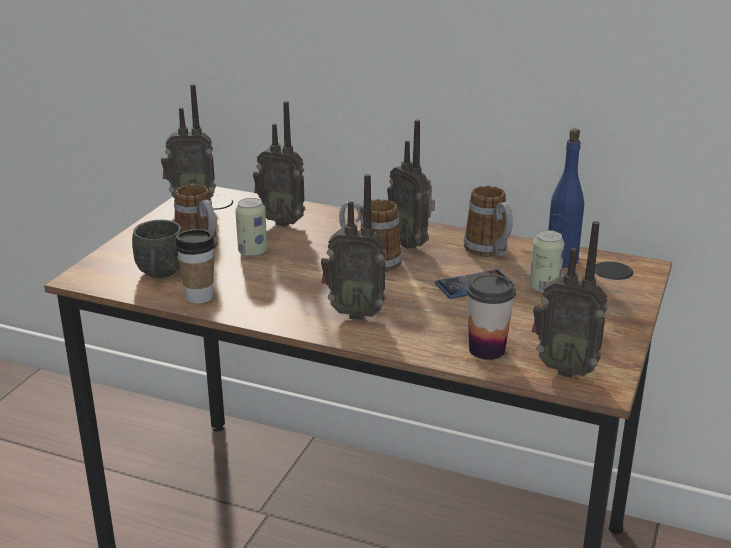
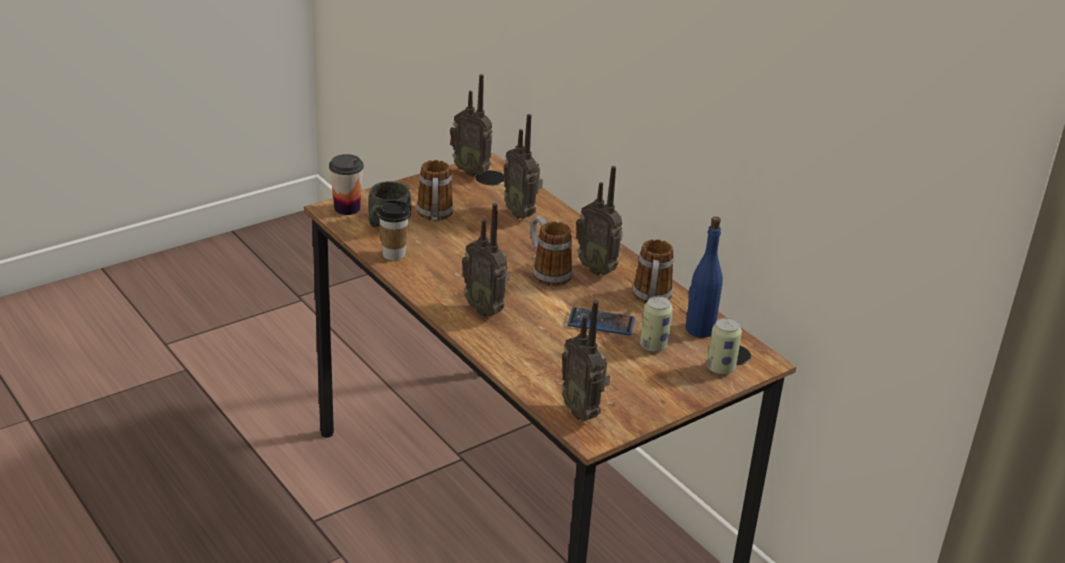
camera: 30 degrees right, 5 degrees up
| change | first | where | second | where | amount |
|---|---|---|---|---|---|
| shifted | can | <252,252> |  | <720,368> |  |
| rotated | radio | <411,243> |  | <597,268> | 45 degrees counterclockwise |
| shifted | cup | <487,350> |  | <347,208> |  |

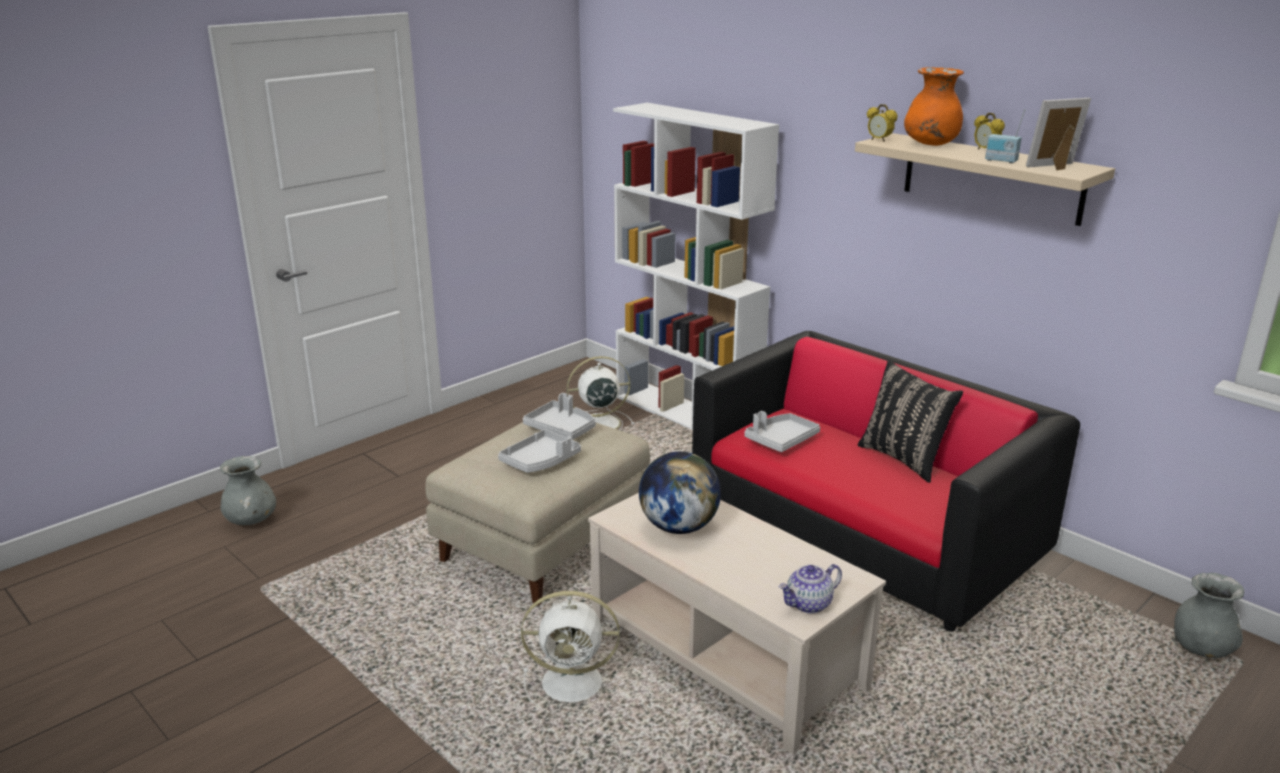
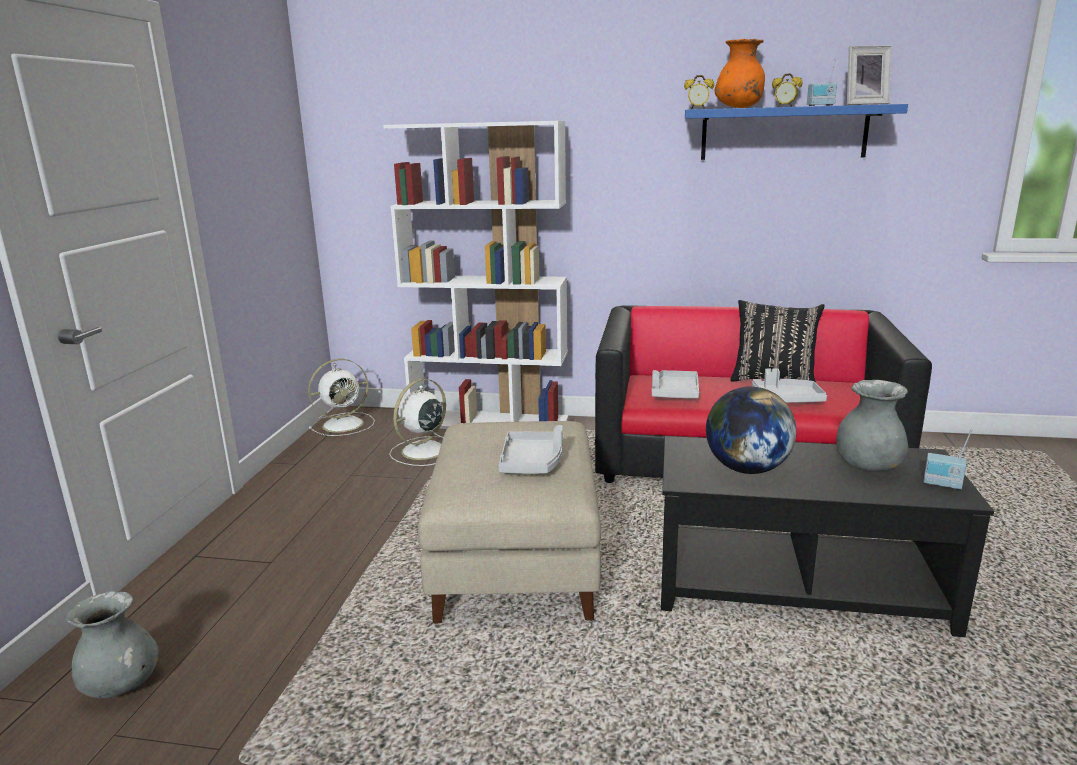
camera: 35 degrees left, 5 degrees down
| change | first | where | second | where | amount |
|---|---|---|---|---|---|
| shifted | white fan | <575,683> |  | <345,424> |  |
| shifted | grey tray | <561,429> |  | <786,399> |  |
| repainted | beige coffee table | <725,655> | black coffee table | <798,586> |  |
| swapped | teapot | <809,604> | radio | <942,485> |  |
| repainted | beige shelf | <992,178> | blue shelf | <783,133> |  |
| rotated | picture frame | <1055,167> |  | <863,104> | 135 degrees counterclockwise |
| shifted | grey vase | <1200,649> |  | <868,466> |  |

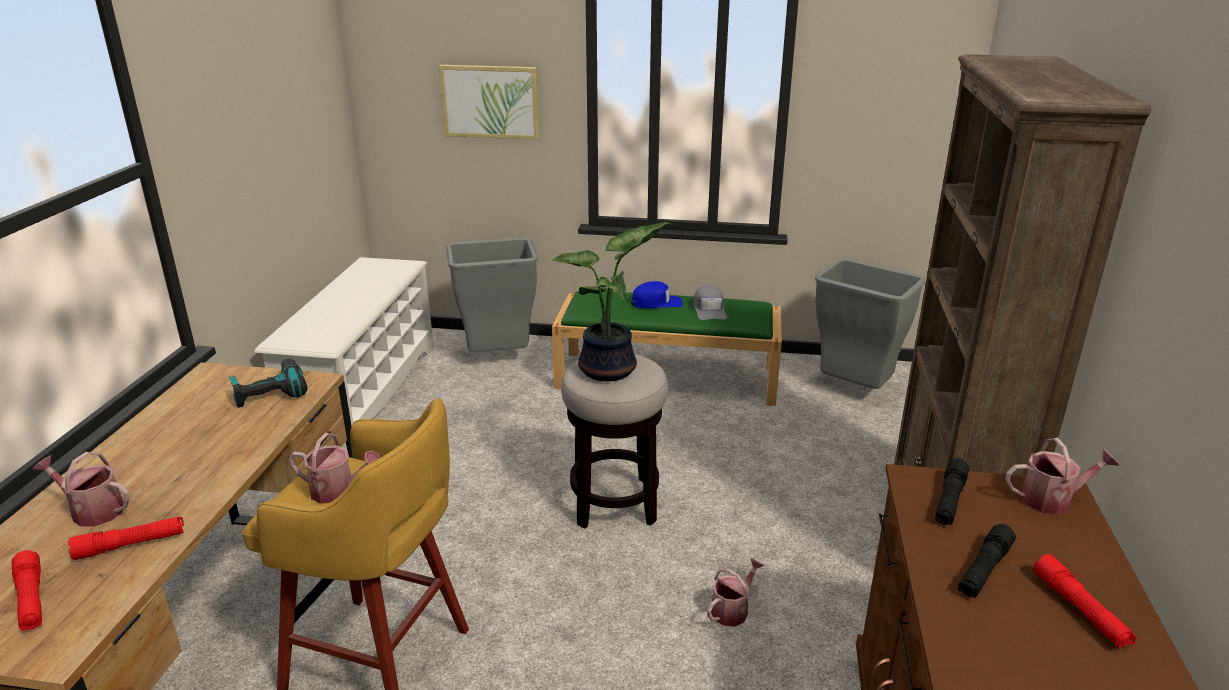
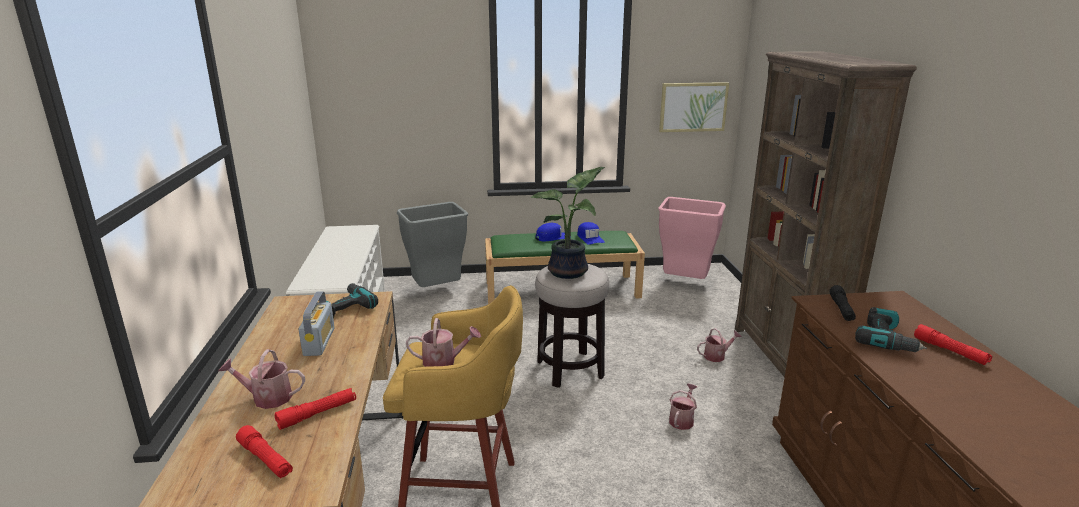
camera: 15 degrees left, 5 degrees down
| change | first | where | second | where | amount |
|---|---|---|---|---|---|
| shifted | picture | <490,101> |  | <693,107> |  |
| repainted | grey cap | <709,309> | blue cap | <590,238> |  |
| repainted | grey trash can | <855,390> | pink trash can | <685,283> |  |
| swapped | black flashlight | <984,570> | power drill | <887,340> |  |
| shifted | watering can | <1052,499> |  | <717,356> |  |
| new |  |  | radio | <319,342> |  |

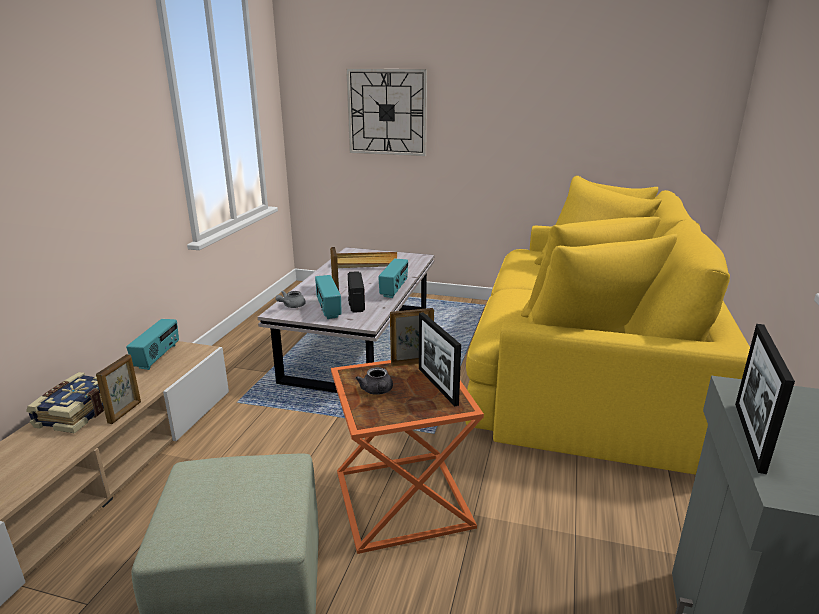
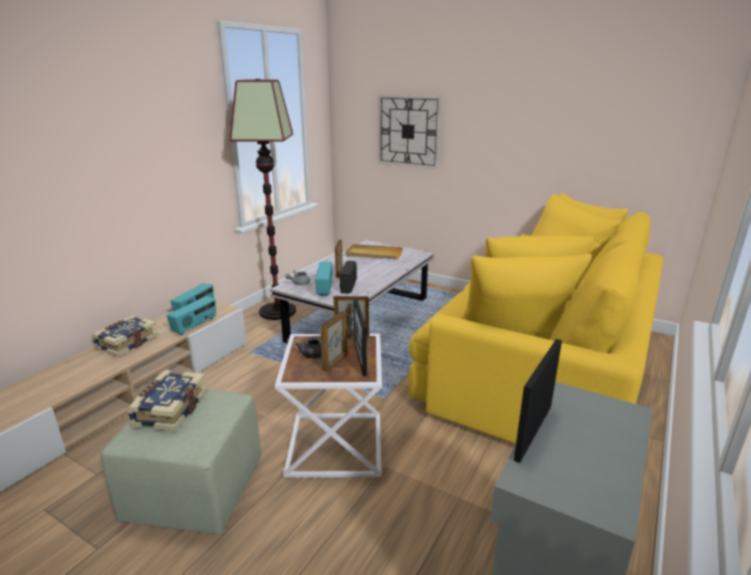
camera: 15 degrees right, 0 degrees up
| change | first | where | second | where | amount |
|---|---|---|---|---|---|
| shifted | picture frame | <125,412> |  | <335,362> |  |
| repainted | orange side table | <405,501> | white side table | <337,446> |  |
| shifted | radio | <394,289> |  | <195,326> |  |
| new |  |  | book | <169,410> |  |
| new |  |  | floor lamp | <278,311> |  |

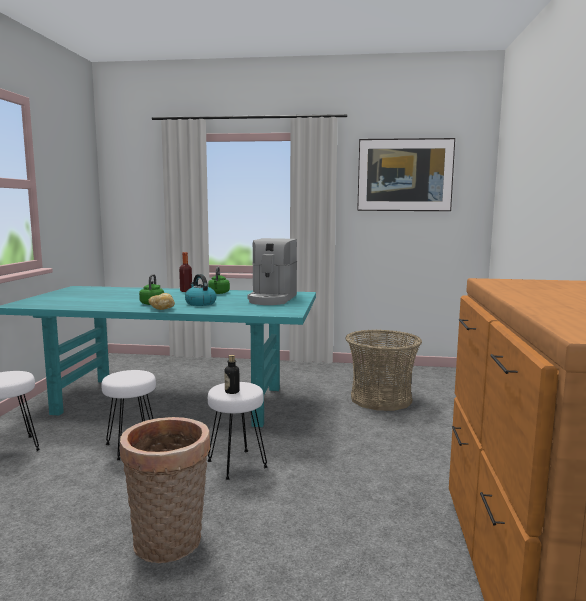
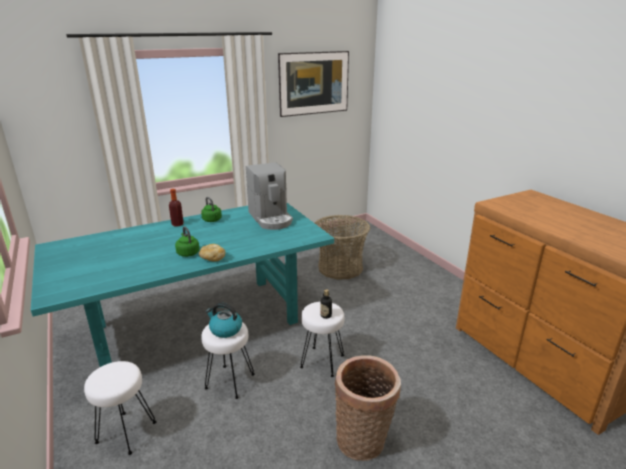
camera: 35 degrees left, 15 degrees up
| change | first | where | second | where | amount |
|---|---|---|---|---|---|
| shifted | kettle | <200,303> |  | <225,329> |  |

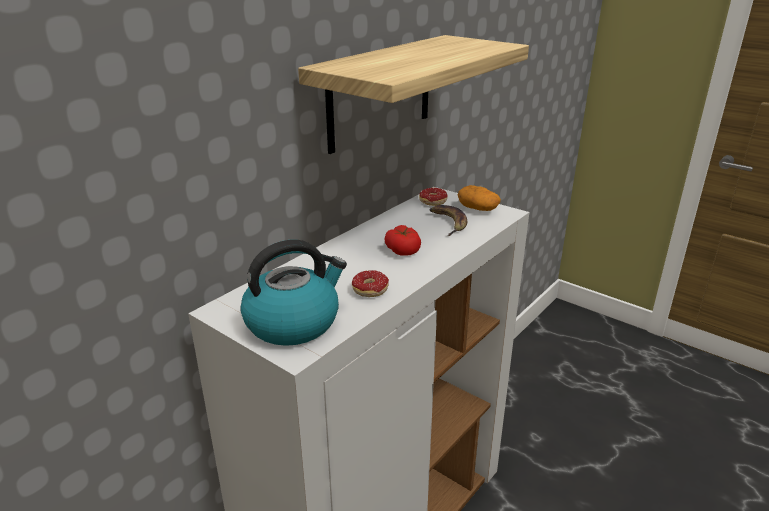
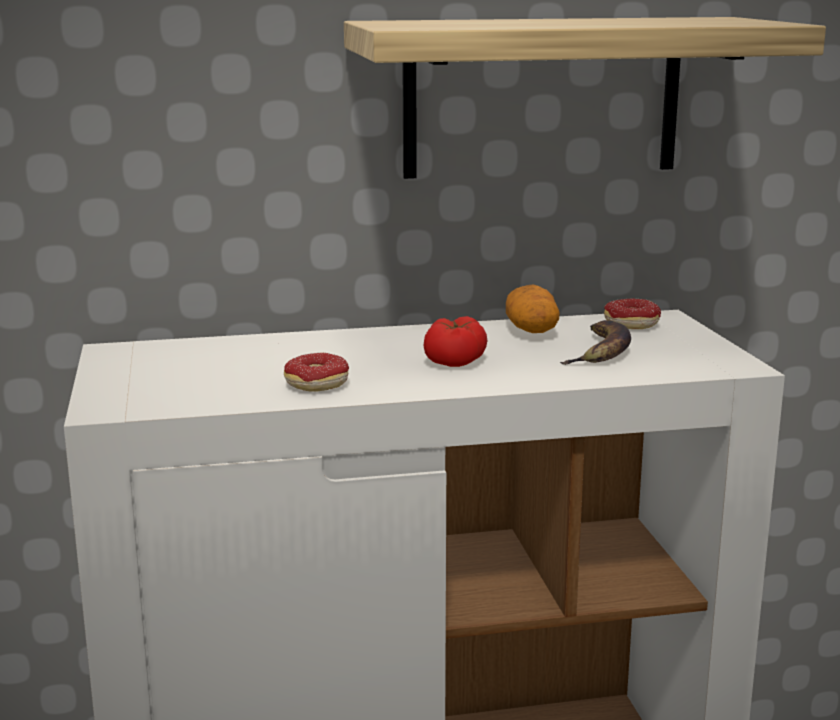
camera: 40 degrees right, 10 degrees down
| change | first | where | second | where | amount |
|---|---|---|---|---|---|
| gone | kettle | <293,322> |  |  |  |
| shifted | potato | <477,209> |  | <530,330> |  |

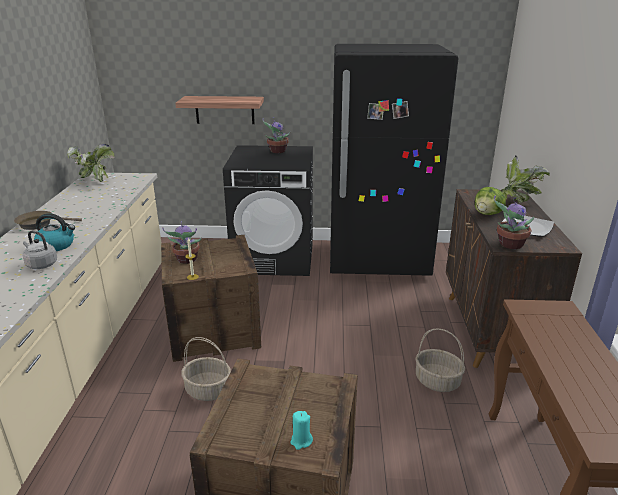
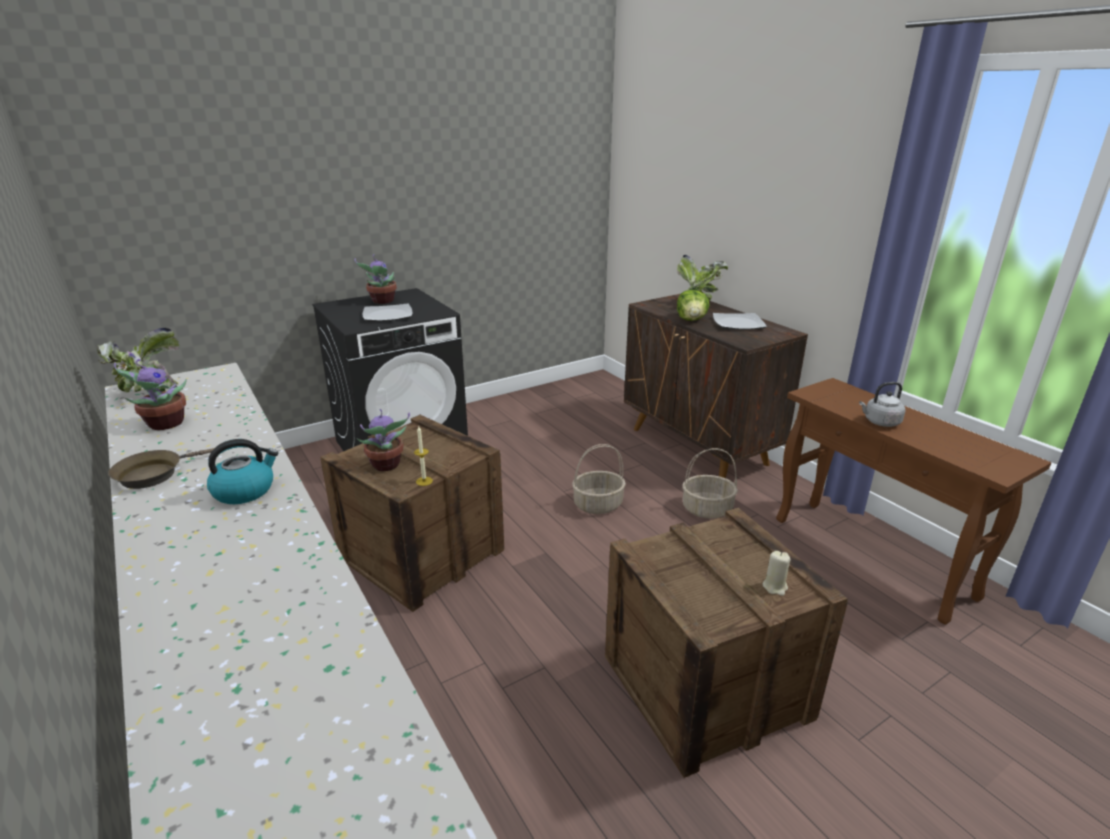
camera: 35 degrees left, 0 degrees up
| change | first | where | second | where | amount |
|---|---|---|---|---|---|
| shifted | grey kettle | <41,264> |  | <880,422> |  |
| gone | shelf | <224,110> |  |  |  |
| shifted | basket | <208,390> |  | <598,504> |  |
| repainted | turquoise candle | <301,441> | beige candle | <775,587> |  |
| gone | black fridge | <378,260> |  |  |  |
| shifted | potted plant | <509,245> |  | <164,424> |  |
| new |  |  | plate | <387,315> |  |

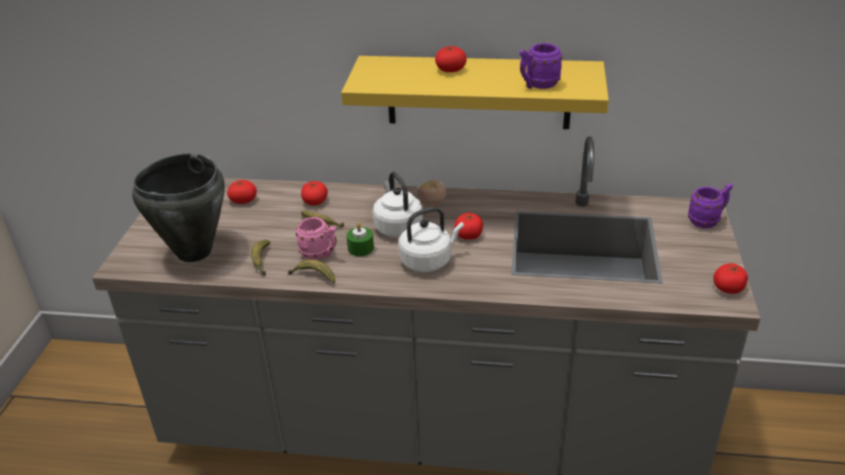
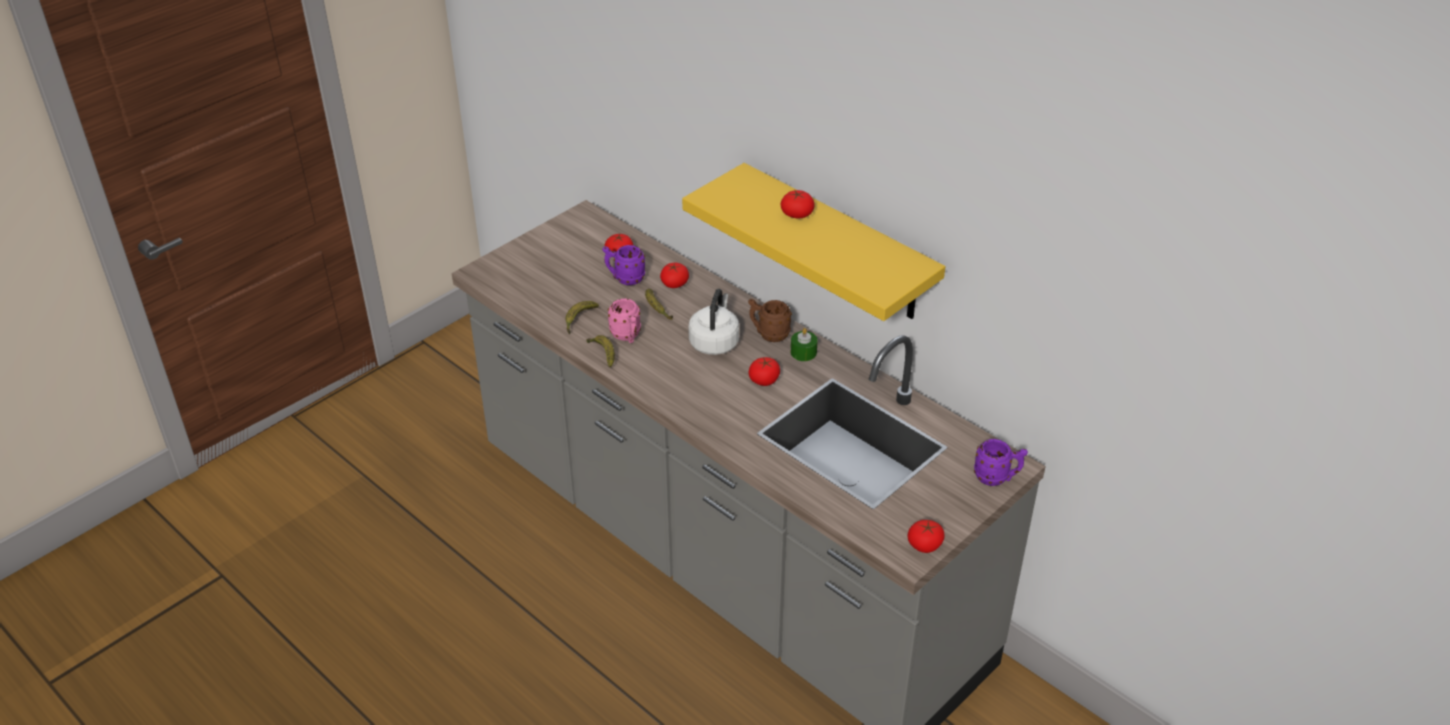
camera: 35 degrees right, 5 degrees up
| change | first | where | second | where | amount |
|---|---|---|---|---|---|
| gone | black cooking pot | <193,252> |  |  |  |
| shifted | green candle | <360,248> |  | <803,352> |  |
| gone | white kettle | <428,261> |  |  |  |
| swapped | tomato | <432,203> | brown mug | <768,334> |  |
| shifted | purple mug | <537,85> |  | <625,278> |  |

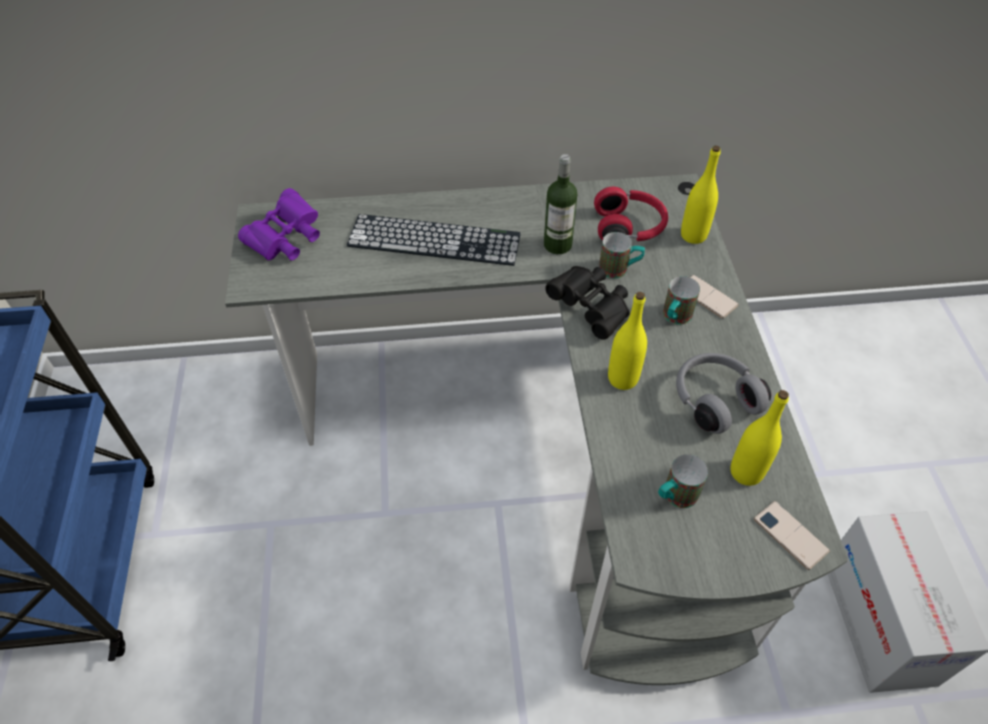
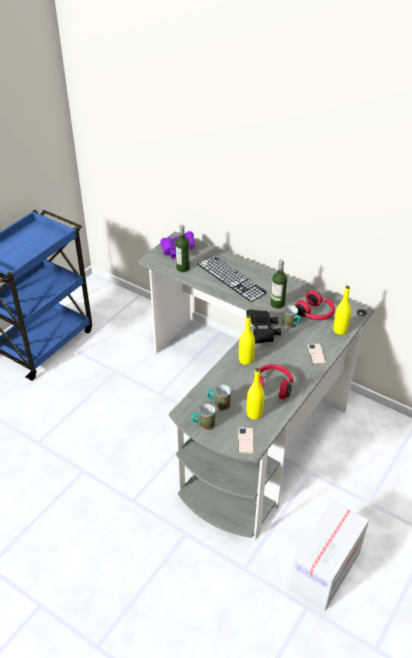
camera: 40 degrees right, 10 degrees down
| change | first | where | second | where | amount |
|---|---|---|---|---|---|
| shifted | mug | <674,318> |  | <203,425> |  |
| repainted | grey headphones | <714,399> | red headphones | <272,386> |  |
| new |  |  | bottle | <183,268> |  |

